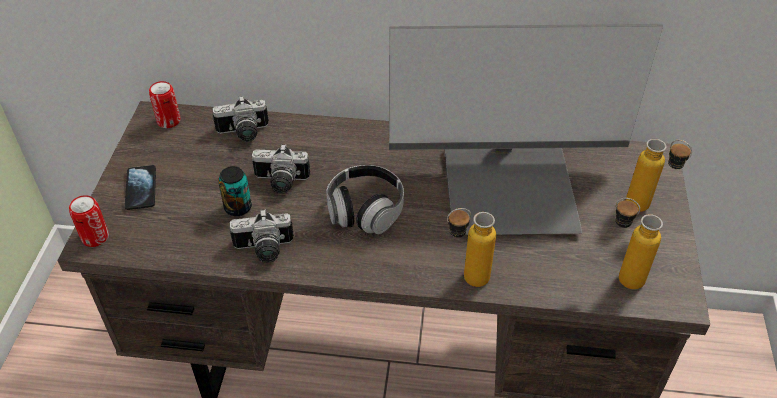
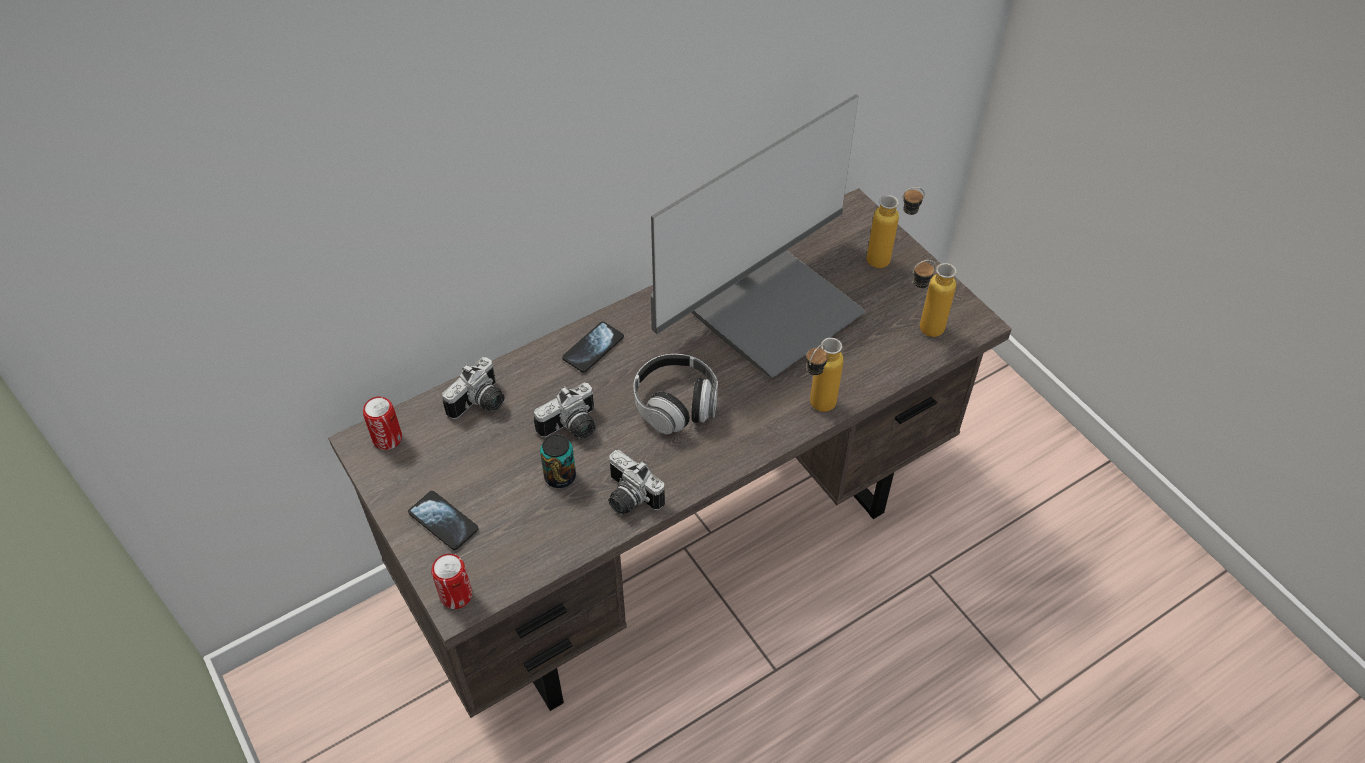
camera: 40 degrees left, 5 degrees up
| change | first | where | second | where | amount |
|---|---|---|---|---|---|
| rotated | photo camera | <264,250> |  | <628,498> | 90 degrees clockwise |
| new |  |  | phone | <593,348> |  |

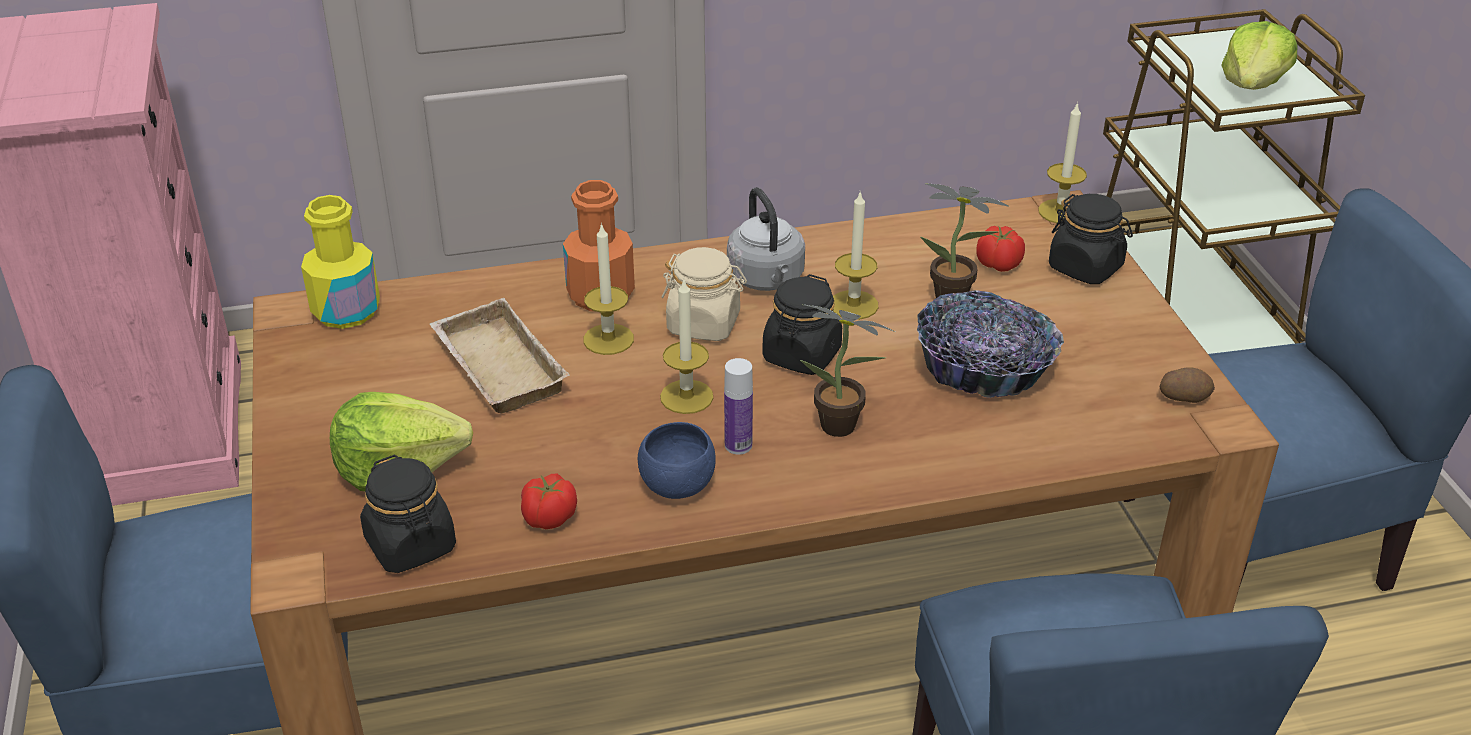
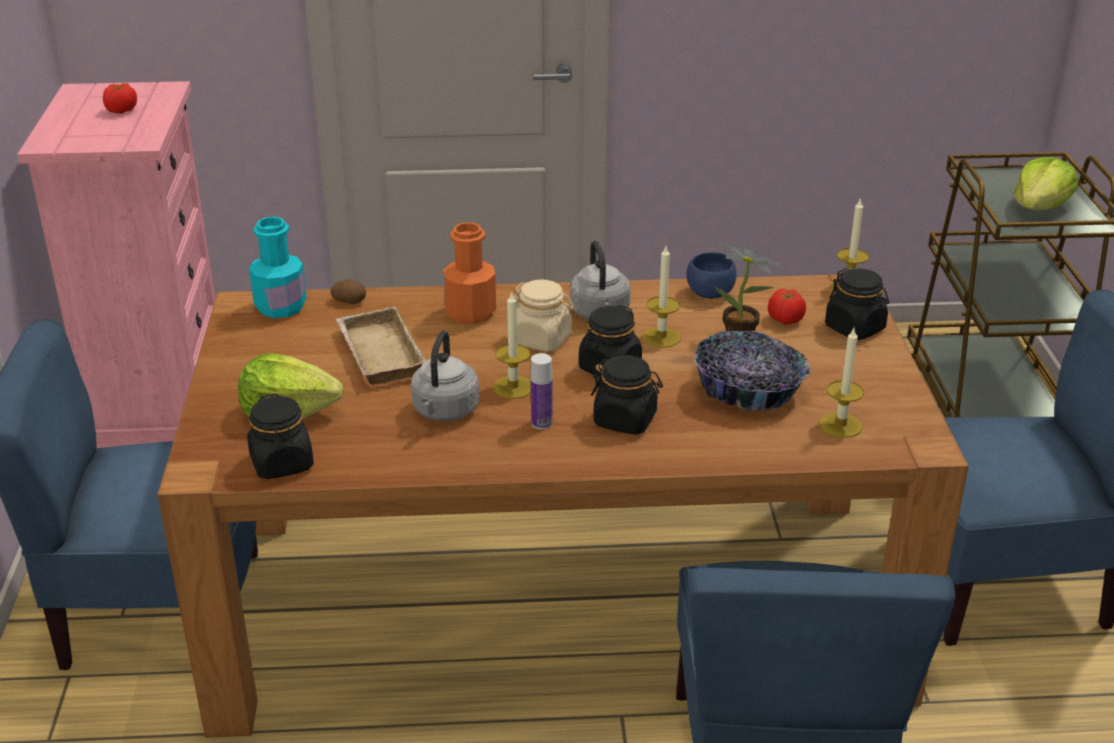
camera: 10 degrees right, 5 degrees down
| change | first | where | second | where | amount |
|---|---|---|---|---|---|
| repainted | yellow bottle | <346,311> | turquoise bottle | <280,307> |  |
| shifted | tomato | <549,518> |  | <121,111> |  |
| shifted | candle | <608,339> |  | <840,425> |  |
| shifted | blue bowl | <677,484> |  | <710,293> |  |
| swapped | potted plant | <843,428> | black jar | <625,420> |  |
| shifted | potato | <1184,396> |  | <349,300> |  |
| new |  |  | grey kettle | <444,412> |  |

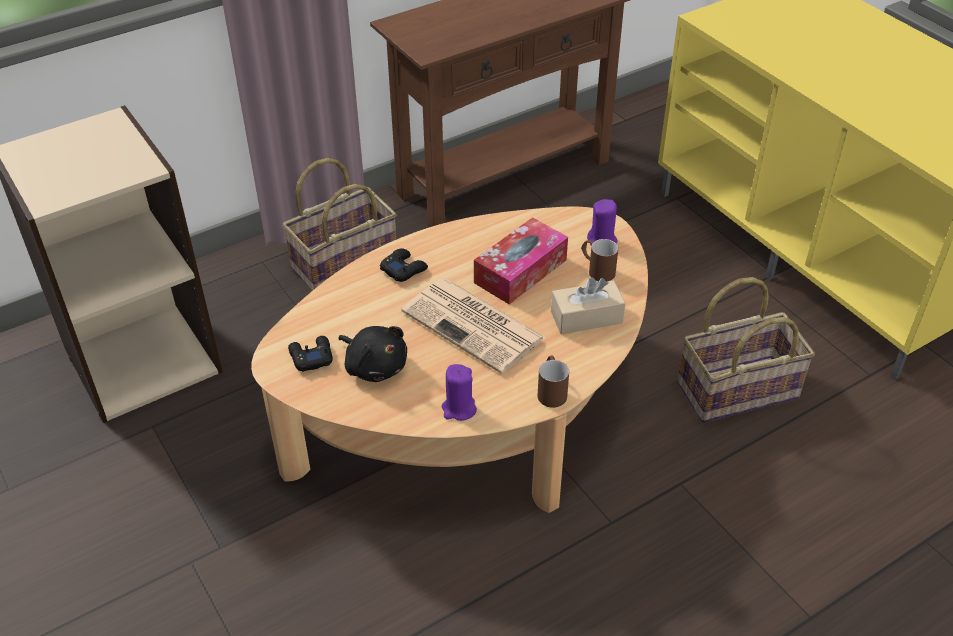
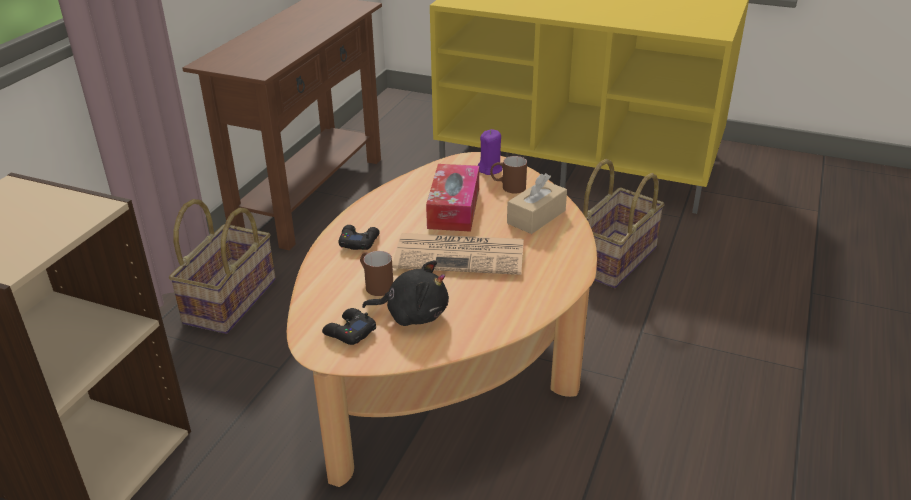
camera: 35 degrees left, 10 degrees down
| change | first | where | second | where | amount |
|---|---|---|---|---|---|
| gone | purple candle | <459,409> |  |  |  |
| shifted | brown mug | <551,390> |  | <375,284> |  |

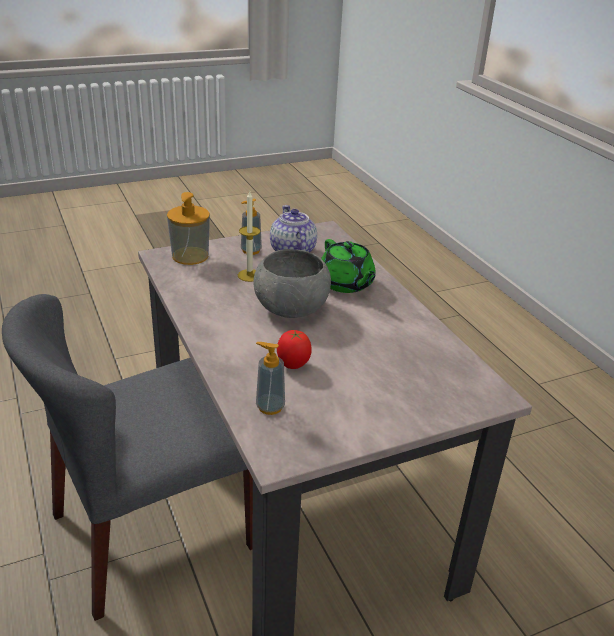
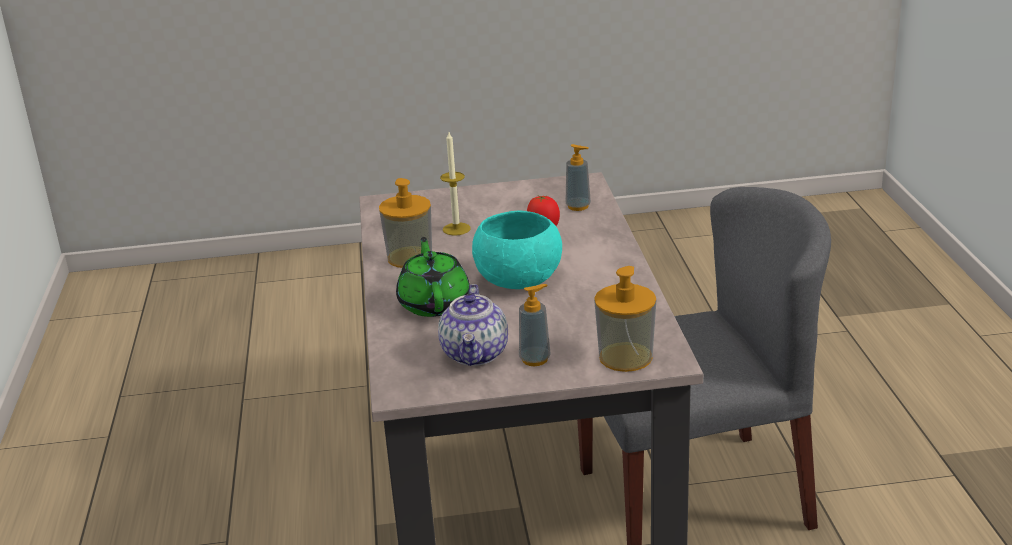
camera: 160 degrees left, 5 degrees down
| change | first | where | second | where | amount |
|---|---|---|---|---|---|
| shifted | candle | <249,275> |  | <456,229> |  |
| repainted | grey bowl | <290,308> | turquoise bowl | <519,280> |  |
| new |  |  | soap dispenser | <409,257> |  |

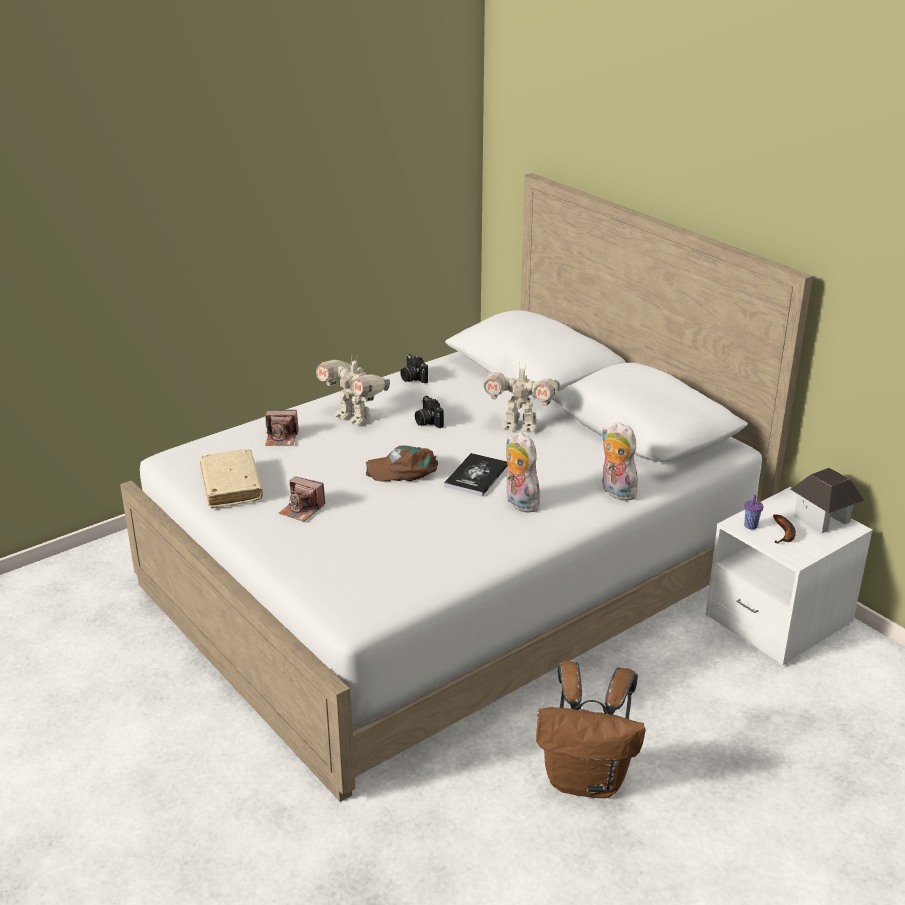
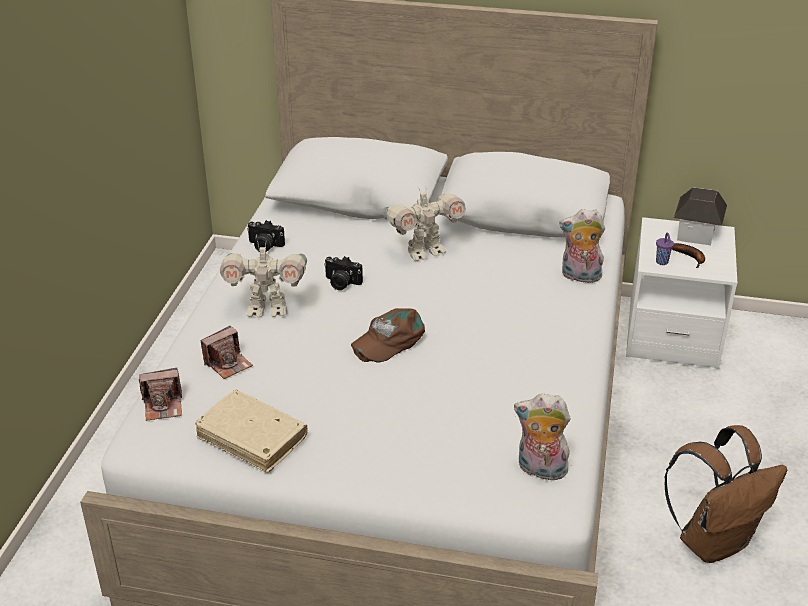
camera: 40 degrees left, 5 degrees up
| change | first | where | second | where | amount |
|---|---|---|---|---|---|
| shifted | photo camera | <302,510> |  | <163,406> |  |
| gone | book | <476,476> |  |  |  |
| shifted | plush toy | <519,503> |  | <540,470> |  |

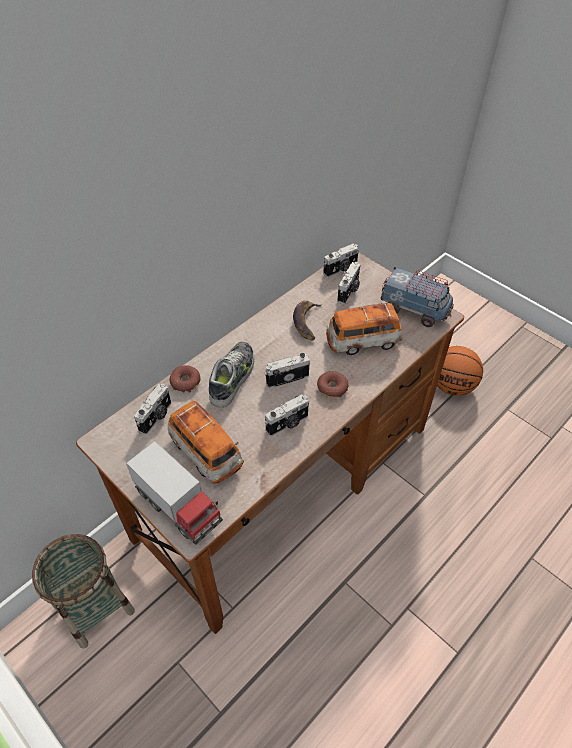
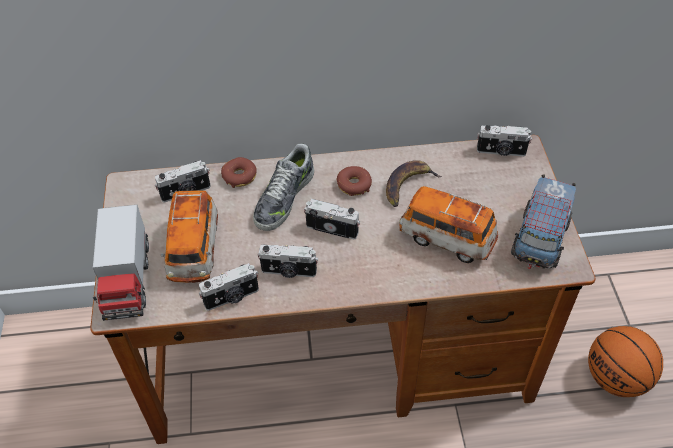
camera: 40 degrees right, 0 degrees up
| change | first | where | second | where | amount |
|---|---|---|---|---|---|
| gone | basket | <96,606> |  |  |  |
| rotated | shoe | <233,378> |  | <284,197> | 150 degrees clockwise |
| shifted | donut | <332,388> |  | <354,185> |  |
| shifted | photo camera | <349,291> |  | <232,298> |  |
| rotated | toy truck | <414,310> |  | <539,240> | 45 degrees clockwise |

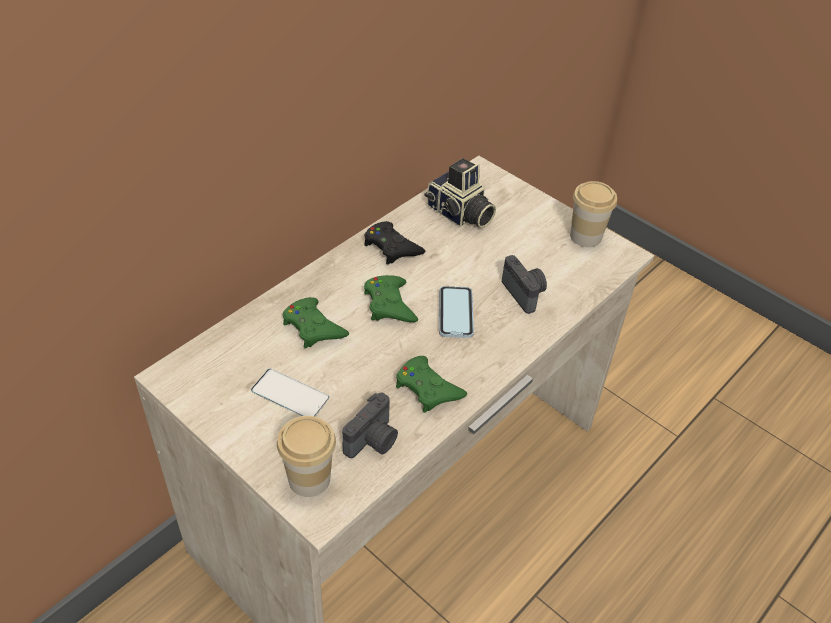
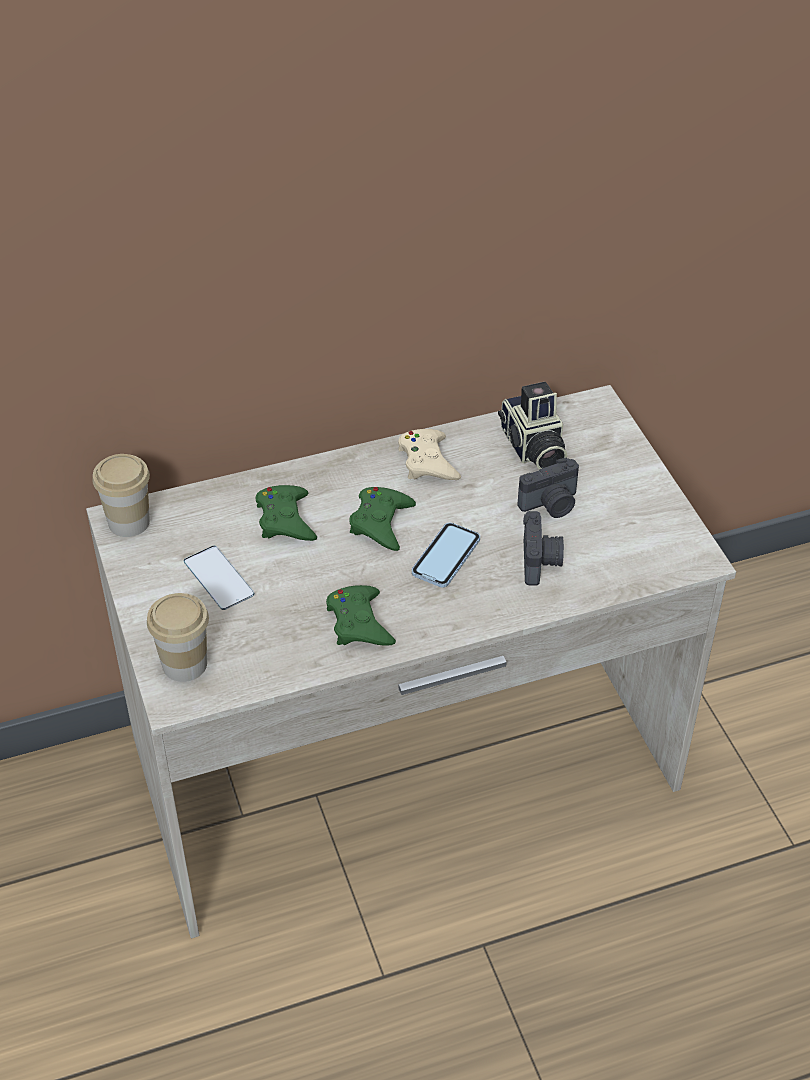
camera: 30 degrees right, 0 degrees up
| change | first | where | second | where | amount |
|---|---|---|---|---|---|
| shifted | photo camera | <373,441> |  | <551,505> |  |
| repainted | black game controller | <391,247> | beige game controller | <427,462> |  |
| shifted | cup | <585,236> |  | <129,522> |  |

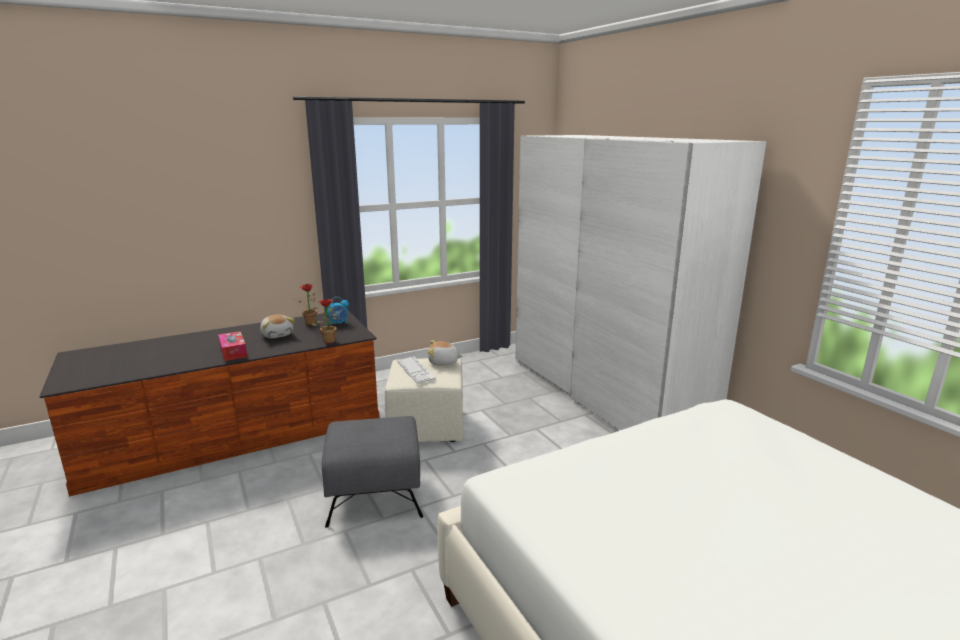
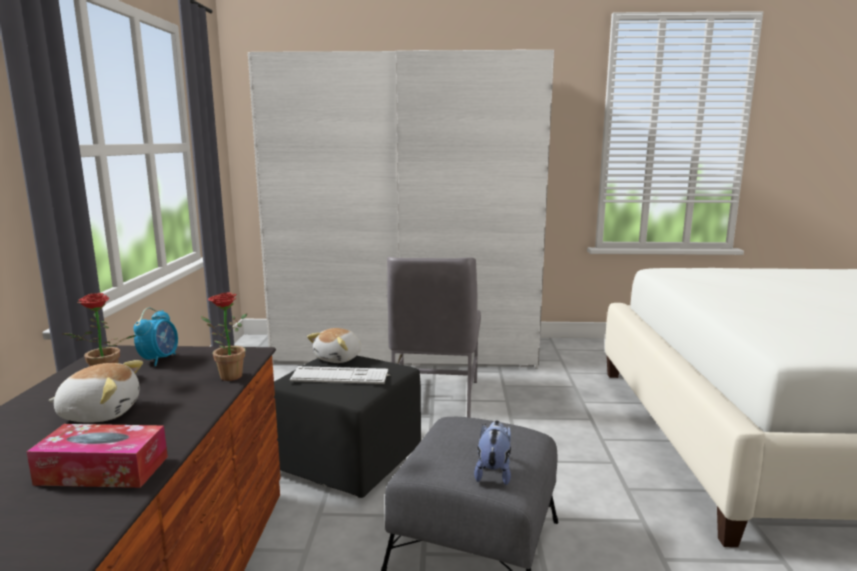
camera: 60 degrees left, 5 degrees down
| change | first | where | second | where | amount |
|---|---|---|---|---|---|
| repainted | beige ottoman | <427,428> | black ottoman | <349,461> |  |
| new |  |  | grey chair | <434,398> |  |
| new |  |  | plush toy | <493,472> |  |

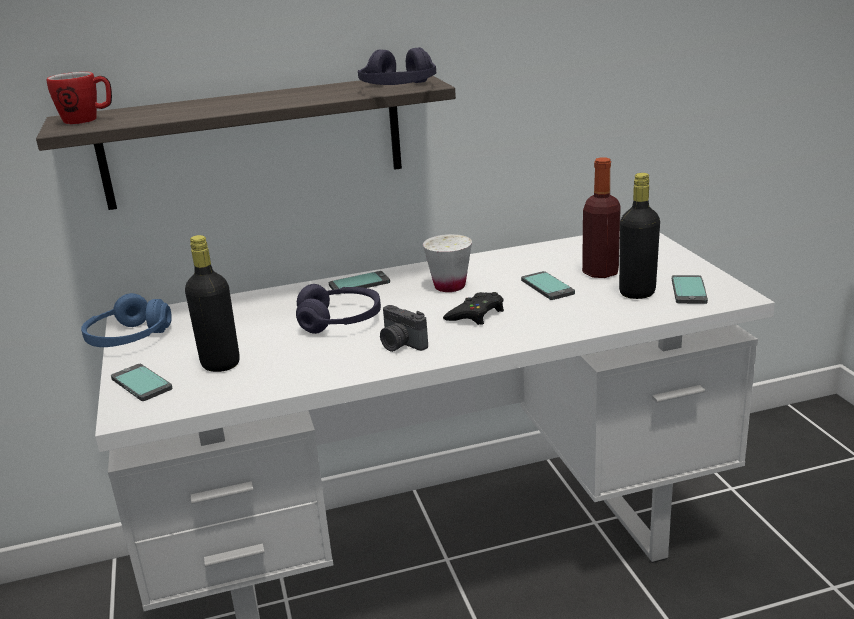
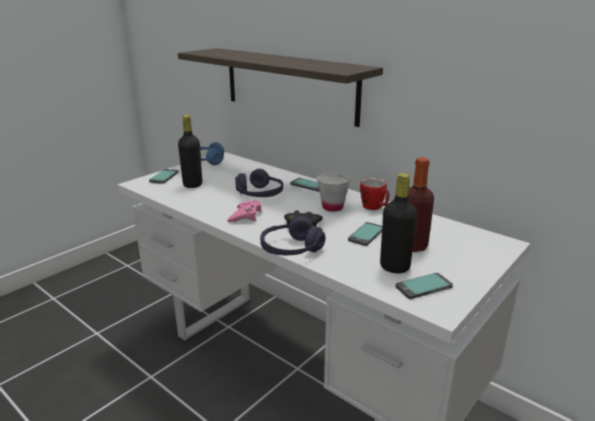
camera: 55 degrees right, 0 degrees up
| change | first | where | second | where | amount |
|---|---|---|---|---|---|
| shifted | mug | <87,120> |  | <375,208> |  |
| shifted | purple headphones | <398,88> |  | <291,249> |  |
| swapped | photo camera | <400,345> | pink game controller | <245,215> |  |

